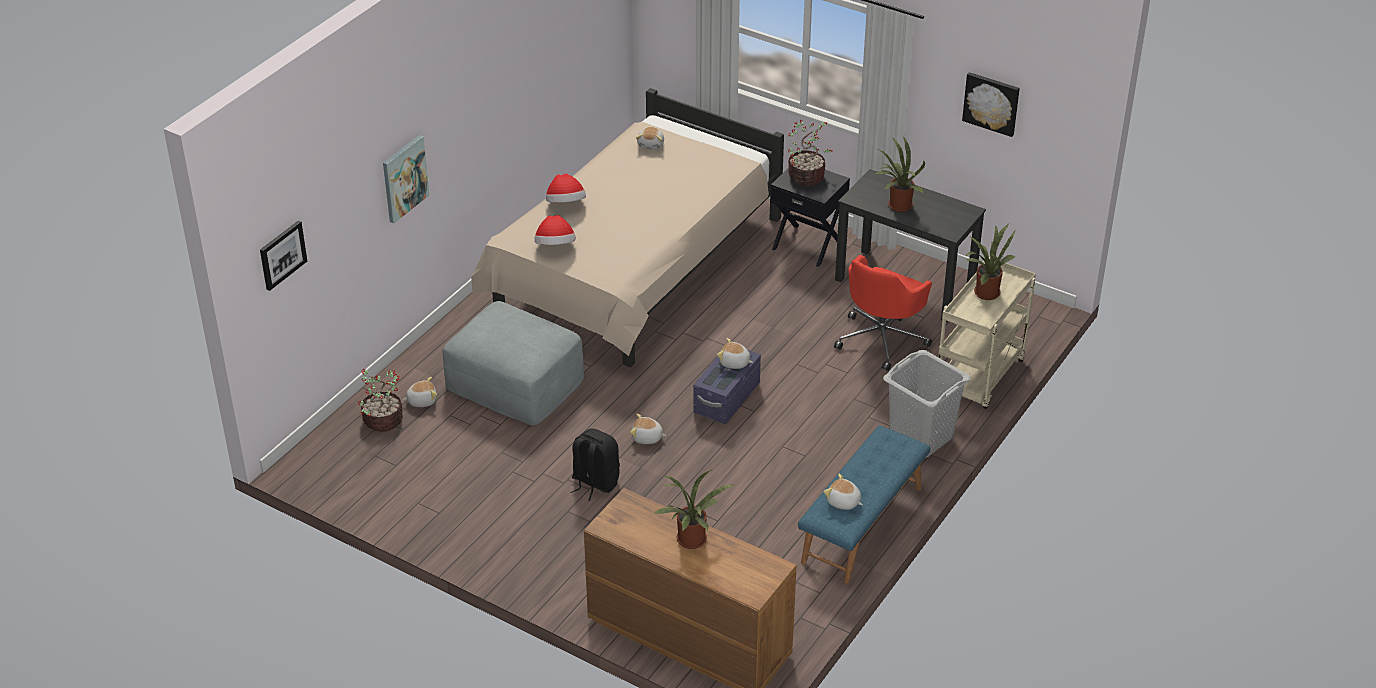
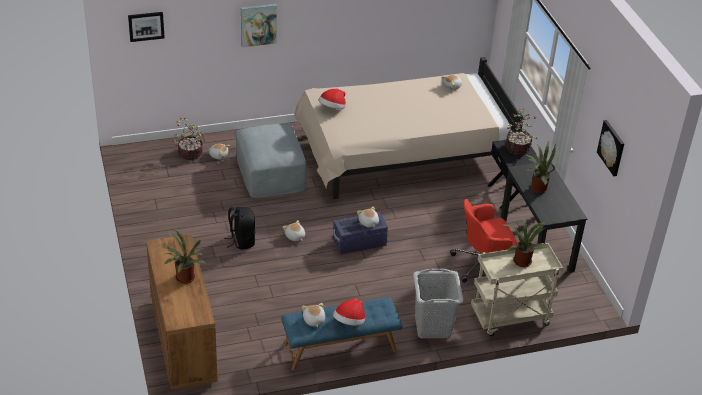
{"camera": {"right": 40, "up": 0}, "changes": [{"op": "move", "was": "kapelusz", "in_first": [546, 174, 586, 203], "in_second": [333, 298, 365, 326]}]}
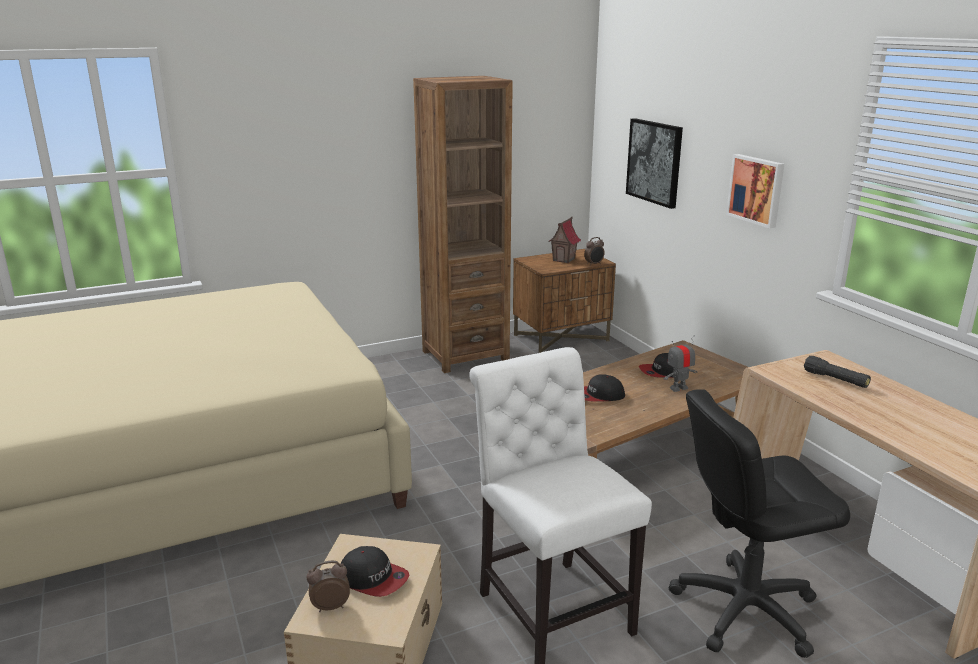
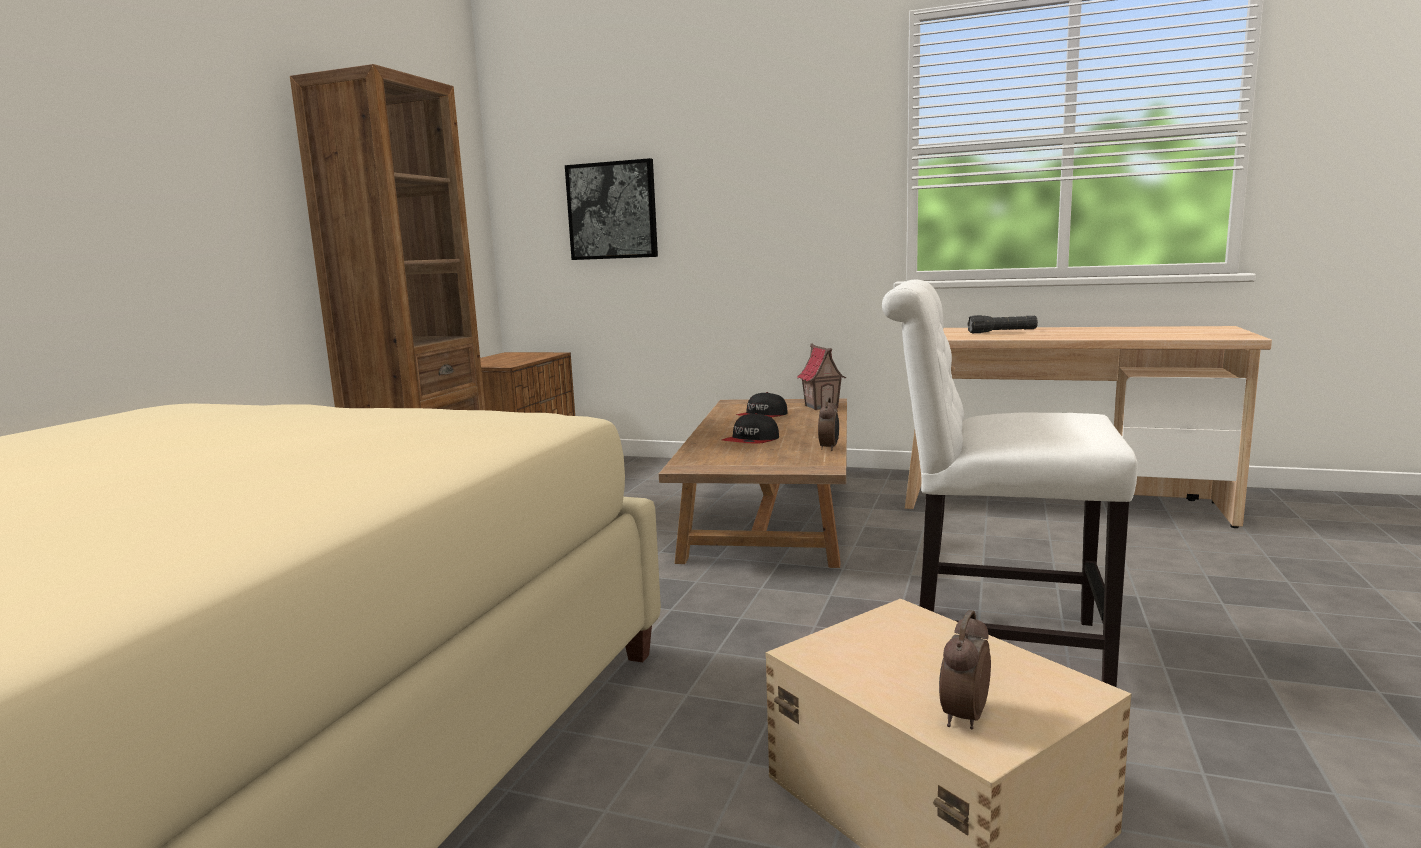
{"camera": {"right": -45, "up": -10}, "changes": [{"op": "delete", "was": "obraz", "in_first": [726, 154, 784, 228]}, {"op": "move", "was": "domek", "in_first": [548, 217, 581, 263], "in_second": [797, 344, 846, 410]}, {"op": "move", "was": "budzik", "in_first": [584, 237, 604, 266], "in_second": [818, 397, 839, 451]}, {"op": "delete", "was": "robot zabawkowy", "in_first": [664, 335, 697, 392]}, {"op": "delete", "was": "krzesło biurowe (czarny)", "in_first": [669, 390, 850, 658]}, {"op": "delete", "was": "czapka z daszkiem", "in_first": [341, 546, 410, 597]}]}
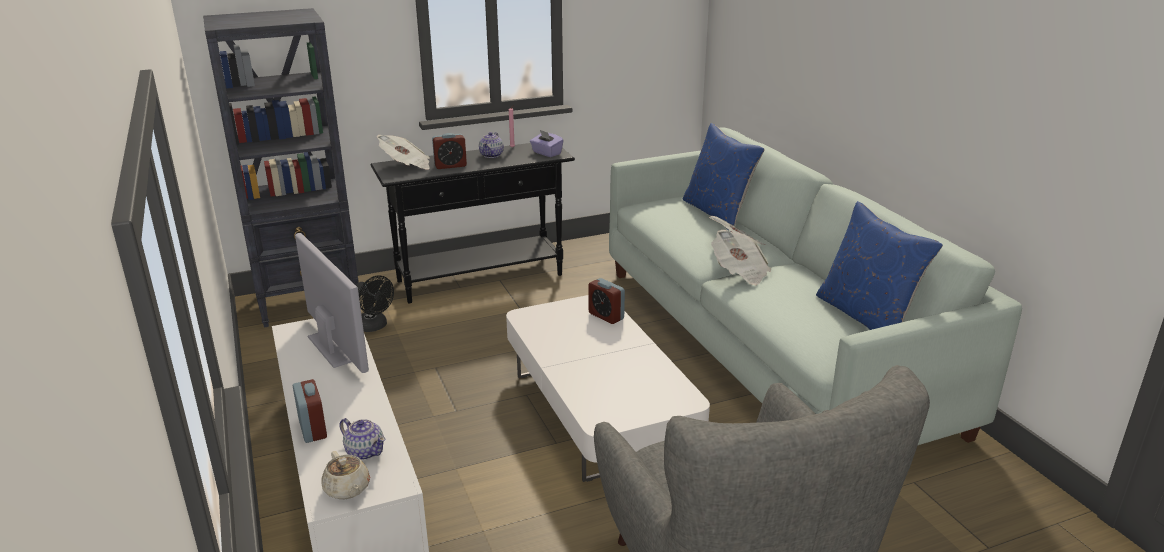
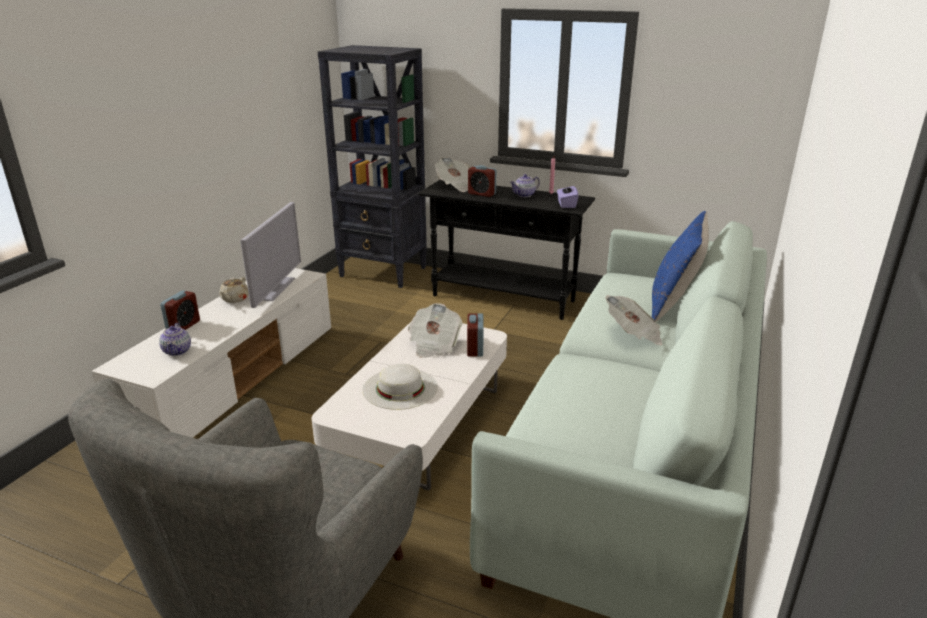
{"camera": {"right": 45, "up": 0}, "changes": [{"op": "delete", "was": "poduszka (niebieski)", "in_first": [816, 201, 943, 330]}, {"op": "move", "was": "gazeta", "in_first": [711, 230, 772, 285], "in_second": [408, 303, 463, 358]}, {"op": "delete", "was": "wentylator (czarny)", "in_first": [356, 275, 394, 332]}, {"op": "move", "was": "imbryk (beżowy)", "in_first": [321, 451, 370, 499], "in_second": [220, 277, 249, 303]}, {"op": "insert", "now": "kapelusz (biały)", "in_second": [363, 364, 438, 410]}]}
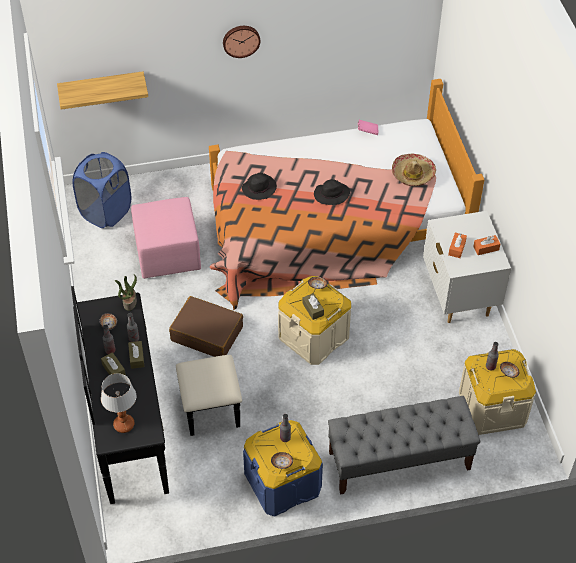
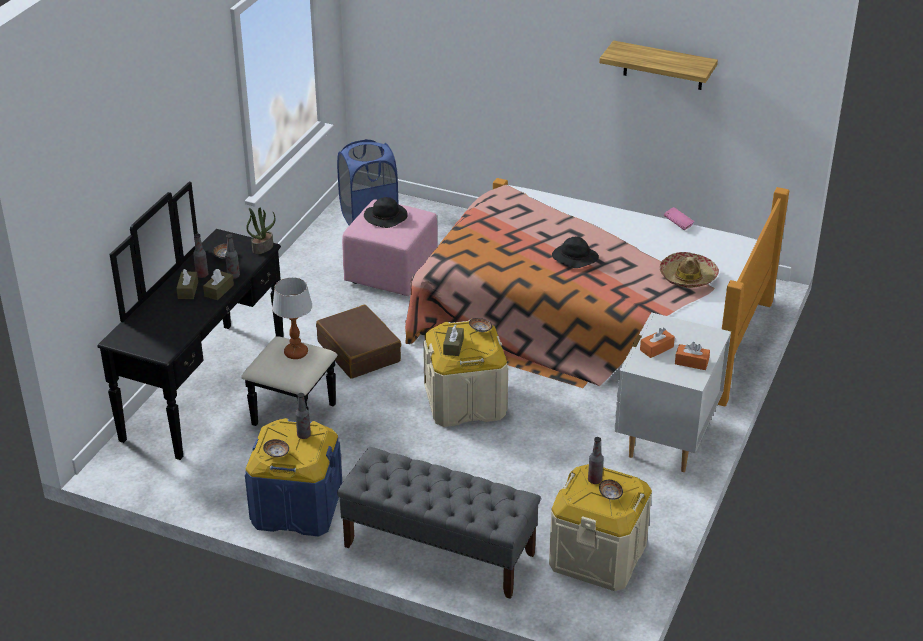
{"camera": {"right": 35, "up": -15}, "changes": [{"op": "delete", "was": "zegar ścienny", "in_first": [223, 26, 261, 58]}, {"op": "move", "was": "półka", "in_first": [57, 71, 148, 110], "in_second": [599, 40, 718, 90]}, {"op": "move", "was": "kapelusz (czarny)", "in_first": [242, 173, 277, 200], "in_second": [364, 197, 408, 228]}, {"op": "move", "was": "lampa stołowa", "in_first": [101, 373, 136, 433], "in_second": [272, 277, 313, 359]}]}
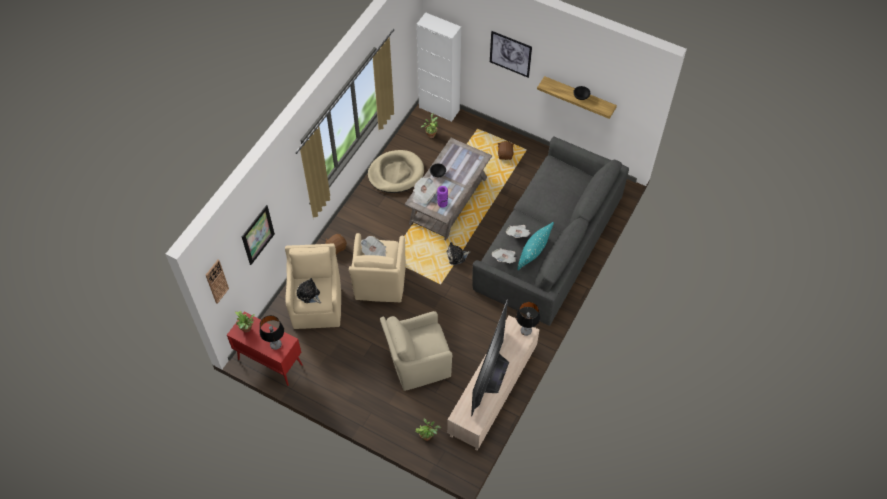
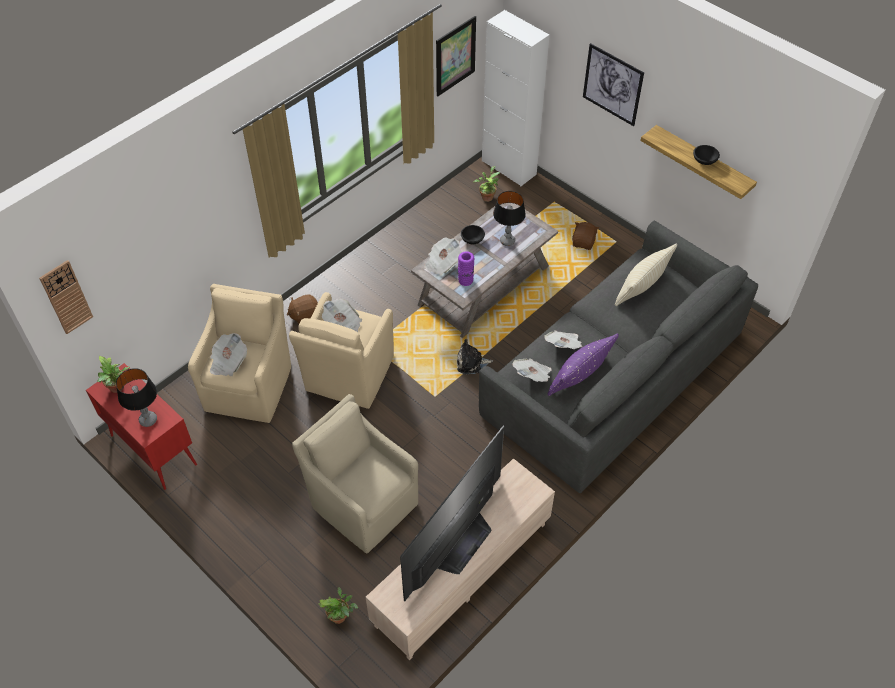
{"camera": {"right": 15, "up": -5}, "changes": [{"op": "delete", "was": "legowisko (beżowy)", "in_first": [368, 150, 424, 193]}, {"op": "move", "was": "obraz", "in_first": [242, 205, 275, 265], "in_second": [436, 16, 476, 96]}, {"op": "recolor", "was": "poduszka (turkusowy)", "now": "poduszka (fioletowy)", "in_first": [517, 222, 554, 270], "in_second": [547, 334, 619, 396]}, {"op": "replace", "was": "pluszak", "now": "gazeta", "in_first": [296, 278, 321, 303], "in_second": [210, 333, 247, 377]}, {"op": "move", "was": "lampa stołowa", "in_first": [516, 302, 540, 336], "in_second": [493, 191, 526, 246]}, {"op": "rotate", "was": "fotel (beżowy)", "in_first": [380, 311, 452, 391], "in_second": [292, 394, 418, 553], "clockwise": 45}, {"op": "insert", "now": "poduszka (beżowy)", "in_second": [615, 244, 677, 306]}]}
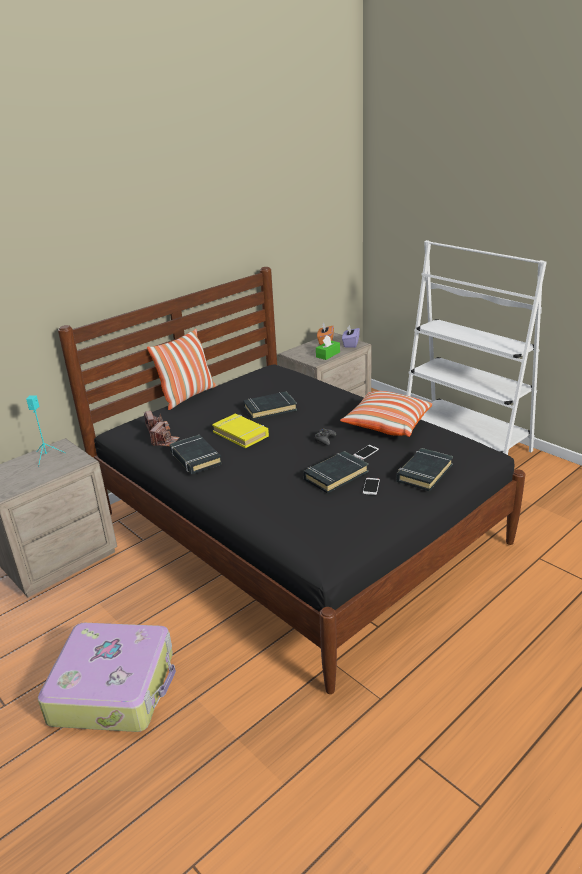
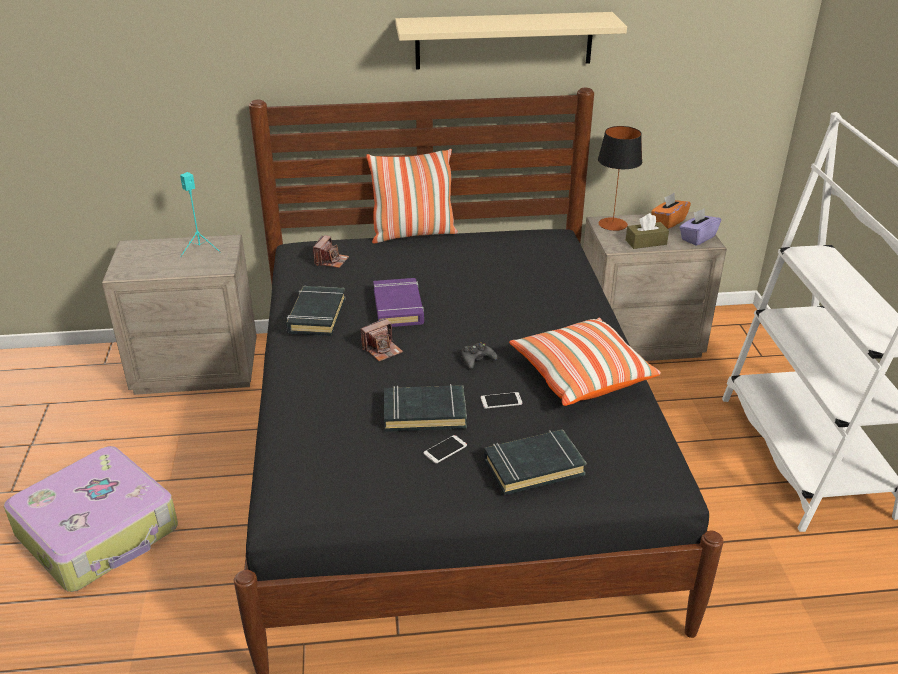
{"camera": {"right": 35, "up": 5}, "changes": [{"op": "recolor", "was": "pudełko chusteczek (zielony)", "now": "pudełko chusteczek (brązowy)", "in_first": [316, 335, 340, 360], "in_second": [626, 213, 669, 249]}, {"op": "delete", "was": "książka (czarny)", "in_first": [243, 391, 297, 420]}, {"op": "recolor", "was": "książka (żółty)", "now": "książka (fioletowy)", "in_first": [212, 414, 269, 448], "in_second": [373, 278, 424, 327]}, {"op": "move", "was": "aparat fotograficzny", "in_first": [149, 422, 180, 447], "in_second": [361, 318, 403, 361]}, {"op": "insert", "now": "półka (beżowy)", "in_second": [395, 12, 627, 69]}, {"op": "insert", "now": "lampa stołowa", "in_second": [598, 126, 642, 231]}]}
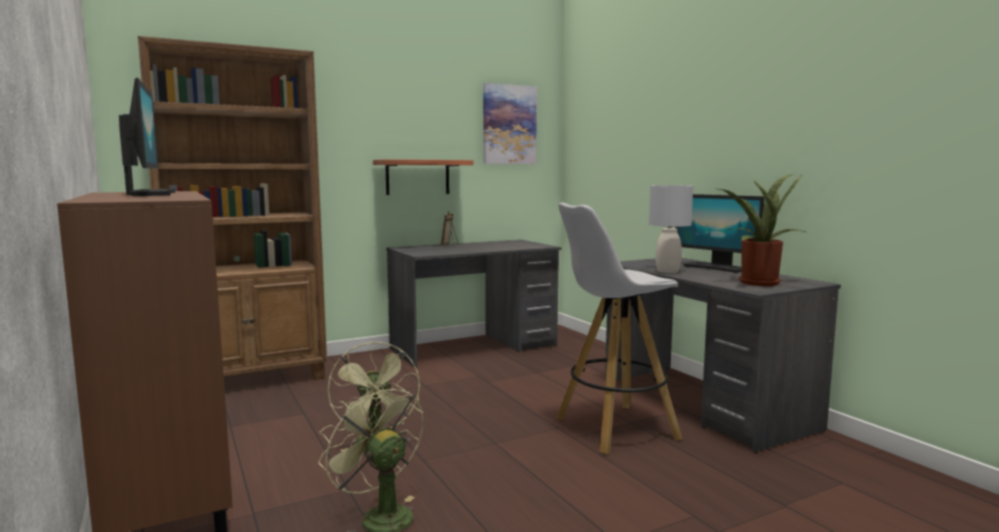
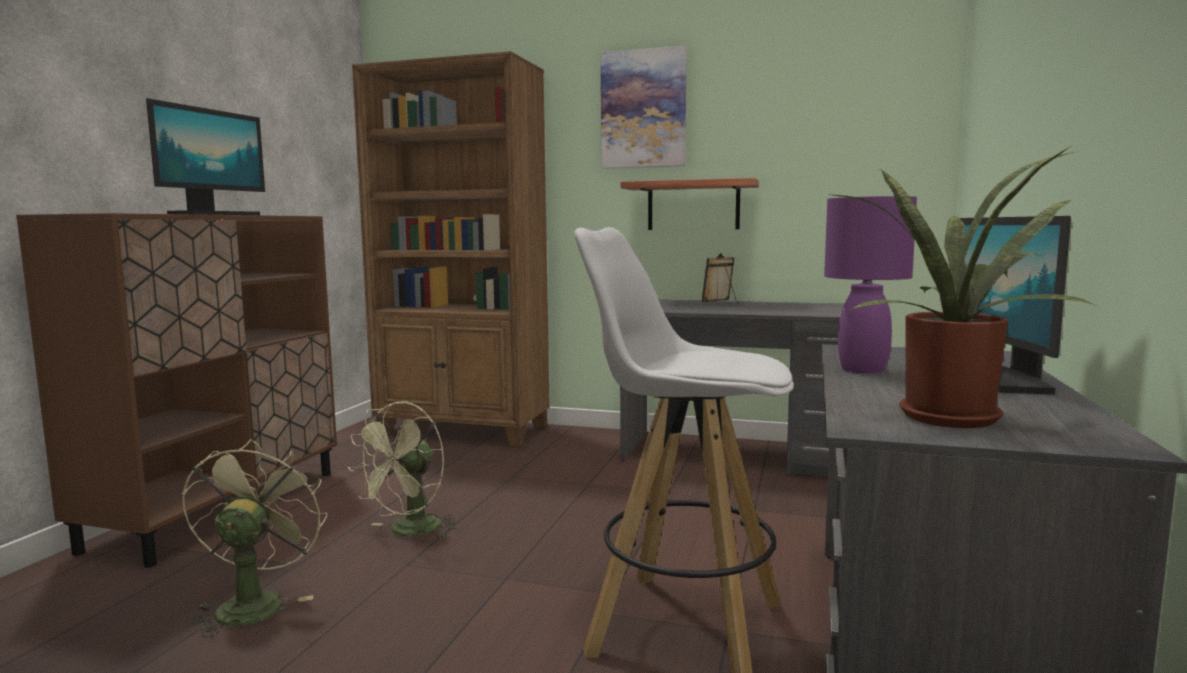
{"camera": {"right": 45, "up": 0}, "changes": [{"op": "move", "was": "obraz", "in_first": [483, 83, 537, 164], "in_second": [601, 45, 687, 169]}, {"op": "recolor", "was": "lampa stołowa (szary)", "now": "lampa stołowa (fioletowy)", "in_first": [649, 185, 693, 273], "in_second": [824, 196, 917, 374]}]}
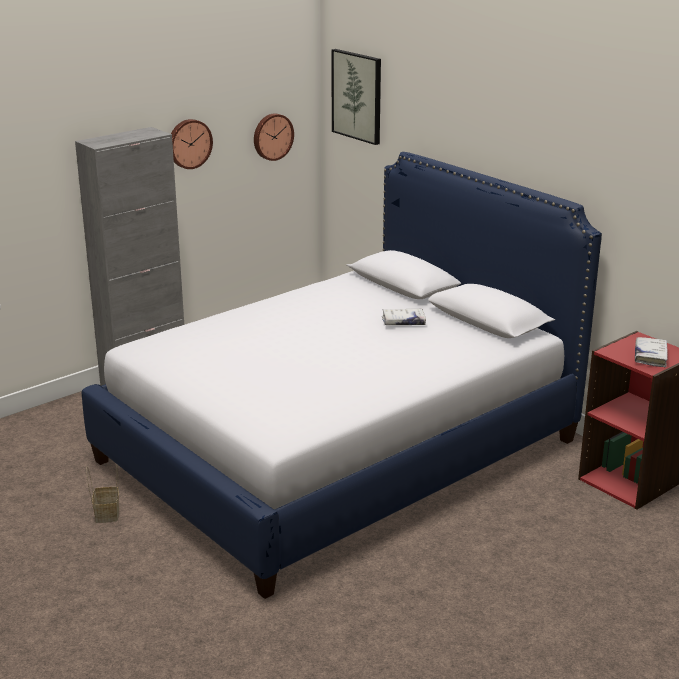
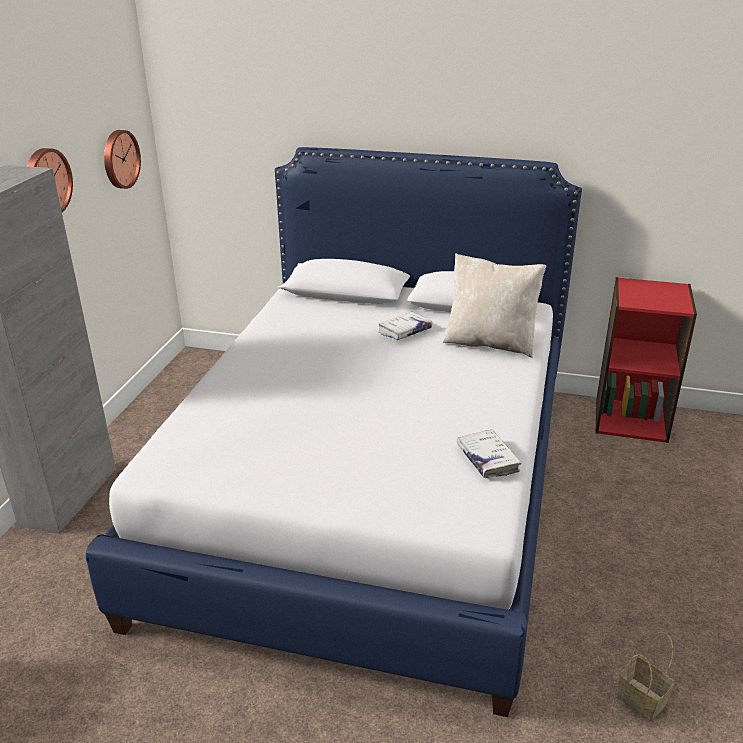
{"camera": {"right": -35, "up": 5}, "changes": [{"op": "delete", "was": "obraz", "in_first": [331, 49, 381, 145]}, {"op": "move", "was": "książka (biały)", "in_first": [635, 337, 668, 367], "in_second": [457, 429, 521, 478]}, {"op": "move", "was": "koszyk", "in_first": [86, 464, 119, 523], "in_second": [617, 632, 675, 720]}, {"op": "insert", "now": "poduszka (beżowy)", "in_second": [443, 254, 546, 358]}]}
